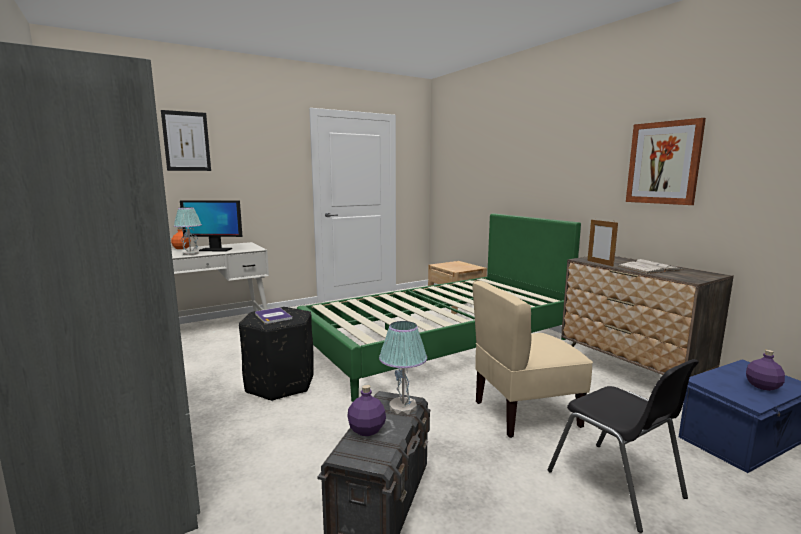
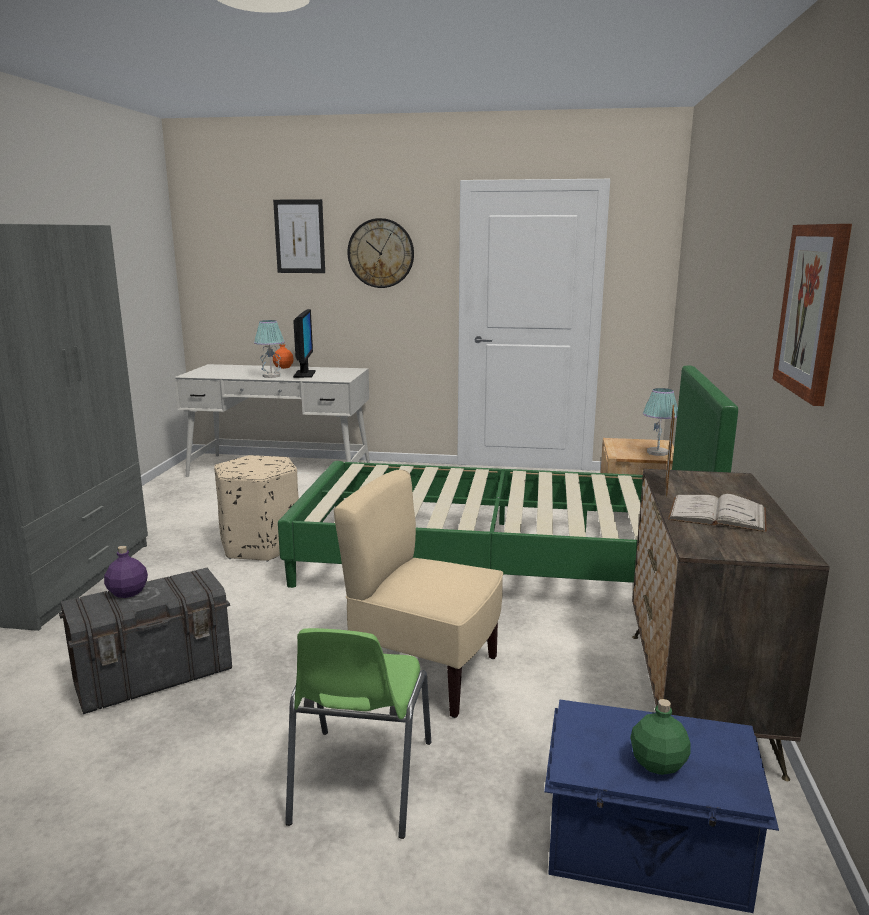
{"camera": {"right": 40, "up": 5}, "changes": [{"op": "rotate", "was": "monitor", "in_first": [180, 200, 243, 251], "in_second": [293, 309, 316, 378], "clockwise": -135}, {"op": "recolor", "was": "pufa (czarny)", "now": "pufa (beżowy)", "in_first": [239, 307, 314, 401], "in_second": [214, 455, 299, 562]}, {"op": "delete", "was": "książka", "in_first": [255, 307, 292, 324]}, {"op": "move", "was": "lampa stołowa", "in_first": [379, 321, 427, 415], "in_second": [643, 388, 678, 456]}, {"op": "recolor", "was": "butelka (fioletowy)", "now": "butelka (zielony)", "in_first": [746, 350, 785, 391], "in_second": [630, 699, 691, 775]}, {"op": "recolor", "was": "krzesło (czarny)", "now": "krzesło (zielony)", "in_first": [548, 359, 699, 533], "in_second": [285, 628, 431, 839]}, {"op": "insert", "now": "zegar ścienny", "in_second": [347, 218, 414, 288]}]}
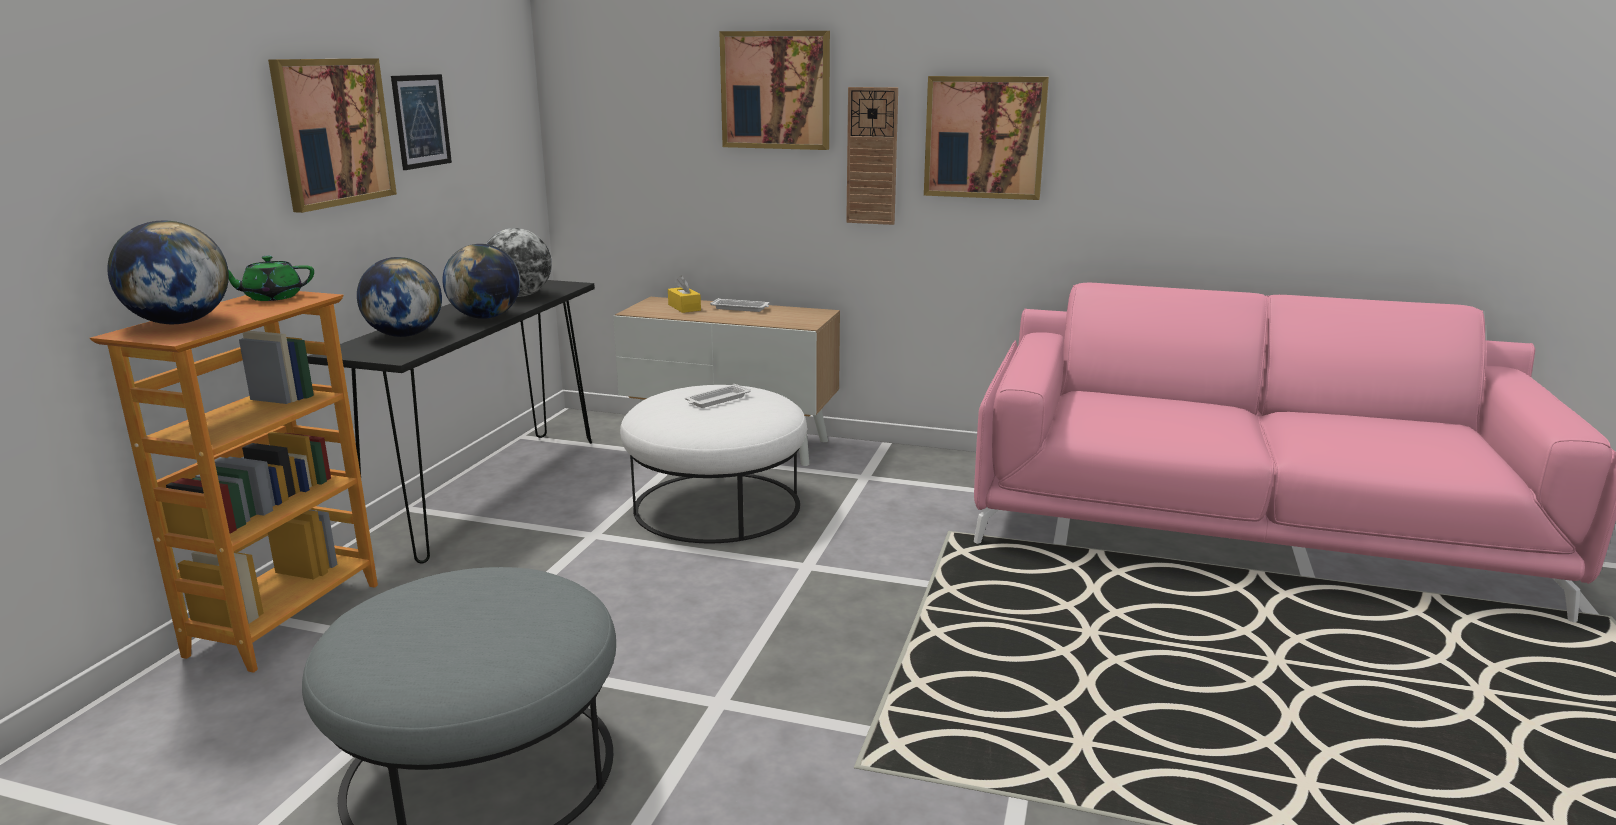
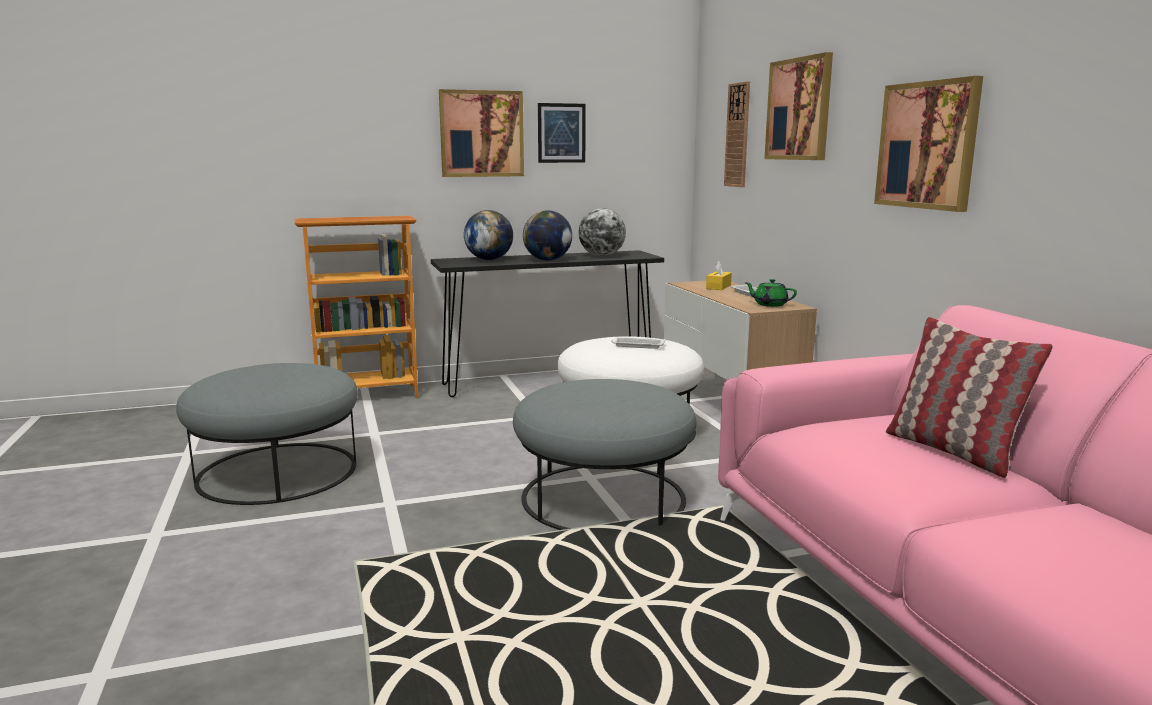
{"camera": {"right": 55, "up": -5}, "changes": [{"op": "move", "was": "zegar ścienny", "in_first": [846, 87, 898, 225], "in_second": [724, 81, 750, 187]}, {"op": "delete", "was": "globus", "in_first": [107, 221, 229, 324]}, {"op": "move", "was": "imbryk (zielony)", "in_first": [228, 256, 314, 301], "in_second": [744, 279, 797, 307]}, {"op": "insert", "now": "poduszka", "in_second": [886, 317, 1053, 478]}, {"op": "insert", "now": "pufa (szary)", "in_second": [513, 379, 696, 530]}]}
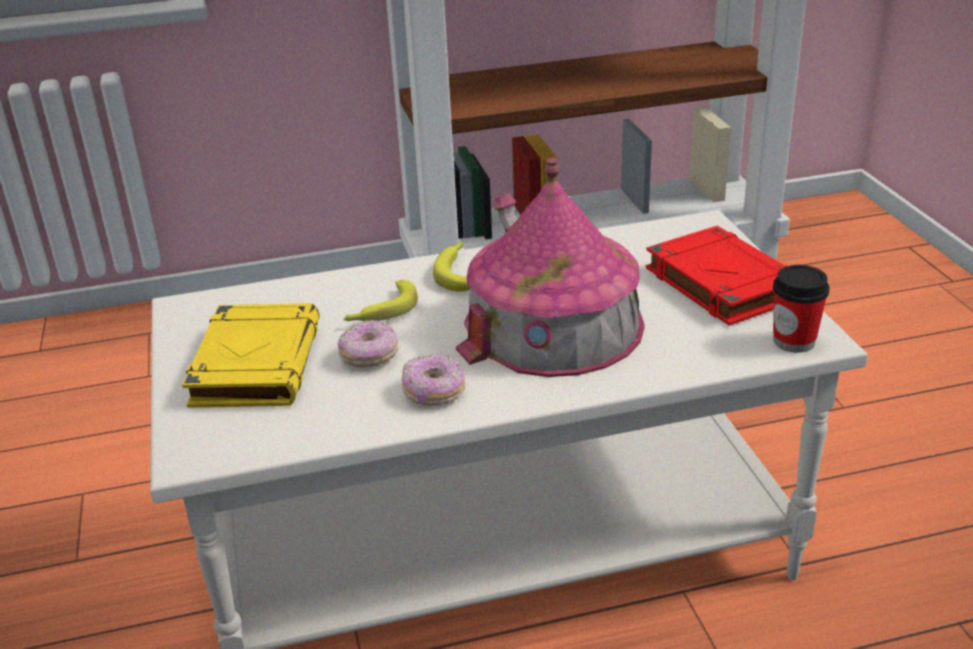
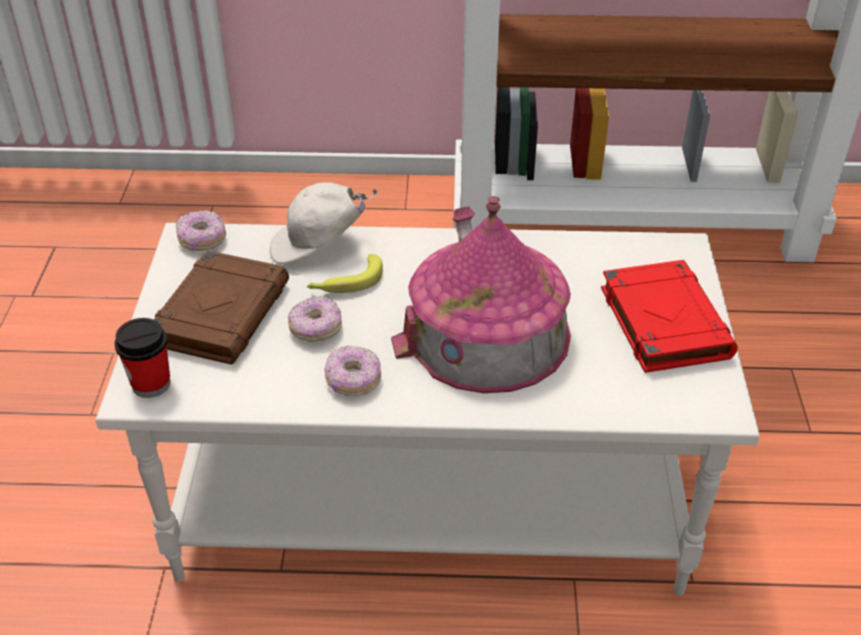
{"camera": {"right": 15, "up": 10}, "changes": [{"op": "delete", "was": "banan", "in_first": [433, 241, 471, 292]}, {"op": "move", "was": "filiżanka", "in_first": [773, 265, 830, 353], "in_second": [114, 318, 171, 398]}, {"op": "recolor", "was": "książka (żółty)", "now": "książka (brązowy)", "in_first": [182, 303, 319, 408], "in_second": [153, 250, 289, 365]}, {"op": "insert", "now": "czapka z daszkiem (biały)", "in_second": [270, 182, 378, 264]}, {"op": "insert", "now": "donut", "in_second": [176, 210, 226, 251]}]}
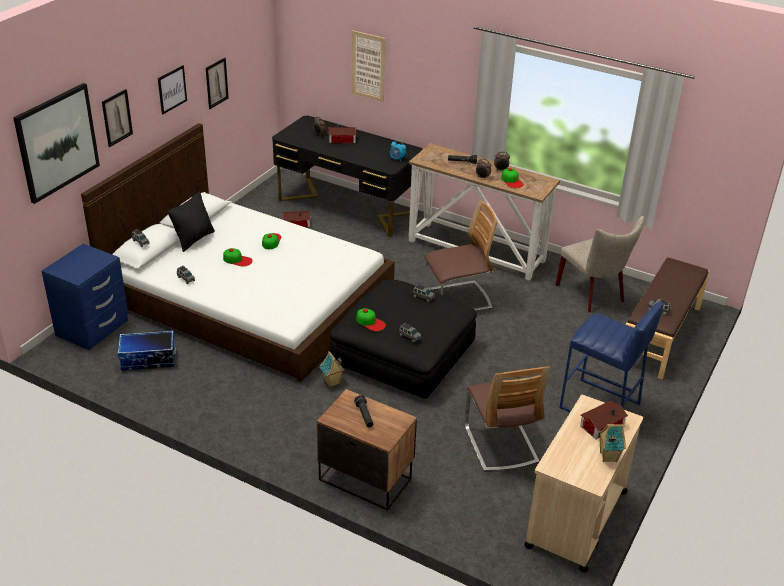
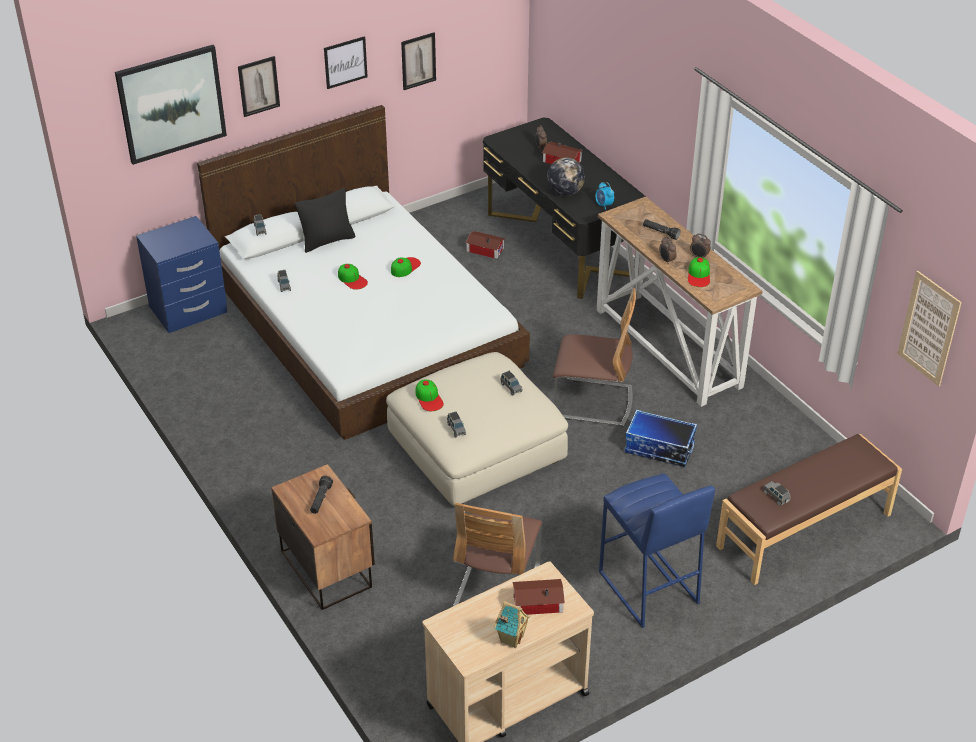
{"camera": {"right": 30, "up": 5}, "changes": [{"op": "move", "was": "obraz", "in_first": [352, 30, 385, 102], "in_second": [897, 271, 962, 386]}, {"op": "delete", "was": "krzesło (beżowy)", "in_first": [555, 216, 644, 313]}, {"op": "recolor", "was": "pufa (czarny)", "now": "pufa (beżowy)", "in_first": [330, 279, 477, 399], "in_second": [386, 352, 568, 506]}, {"op": "move", "was": "pojemnik do przechowywania", "in_first": [118, 330, 176, 371], "in_second": [625, 410, 697, 467]}, {"op": "delete", "was": "domek", "in_first": [320, 351, 345, 387]}, {"op": "insert", "now": "globus", "in_second": [547, 158, 585, 196]}]}
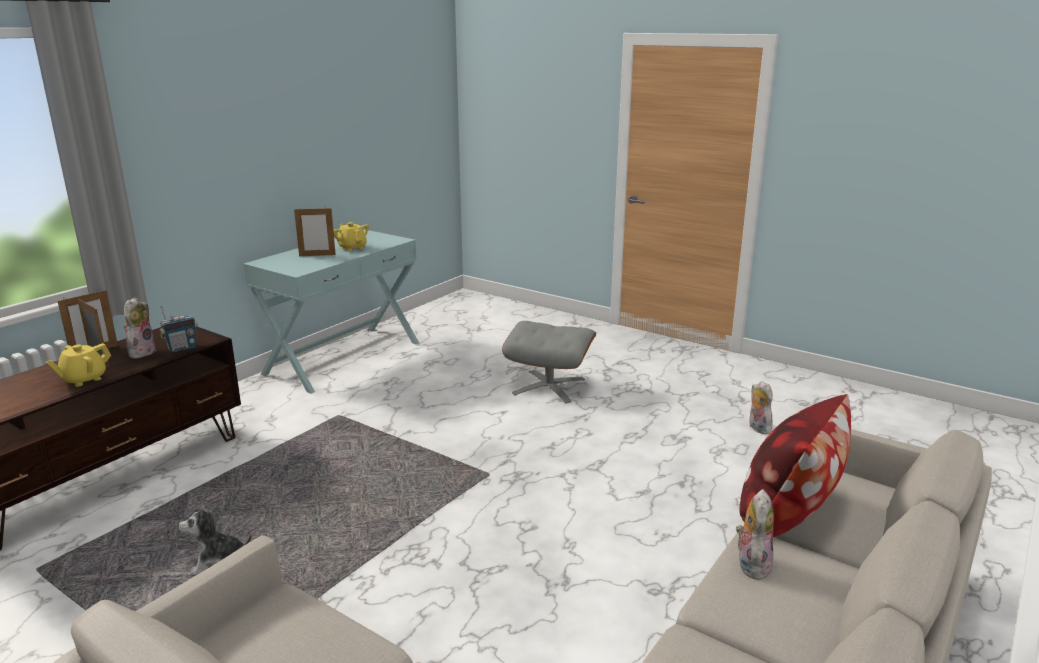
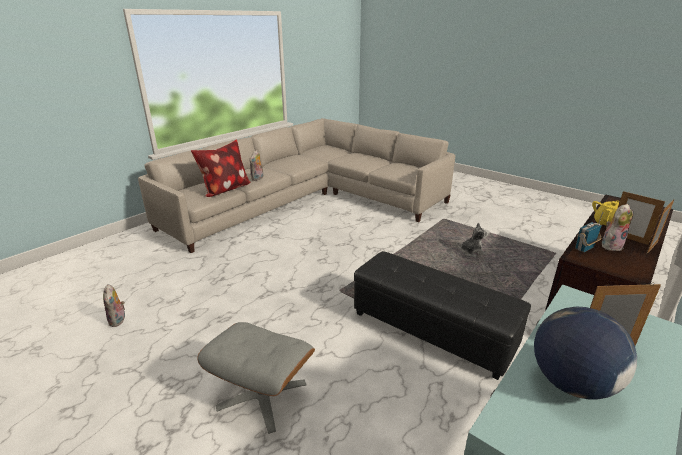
{"camera": {"right": -175, "up": 5}, "changes": [{"op": "replace", "was": "imbryk (żółty)", "now": "globus", "in_first": [333, 222, 369, 252], "in_second": [534, 307, 637, 399]}, {"op": "rotate", "was": "pluszak", "in_first": [124, 297, 156, 359], "in_second": [602, 204, 634, 251], "clockwise": -135}, {"op": "insert", "now": "pufa (czarny)", "in_second": [354, 251, 531, 380]}]}
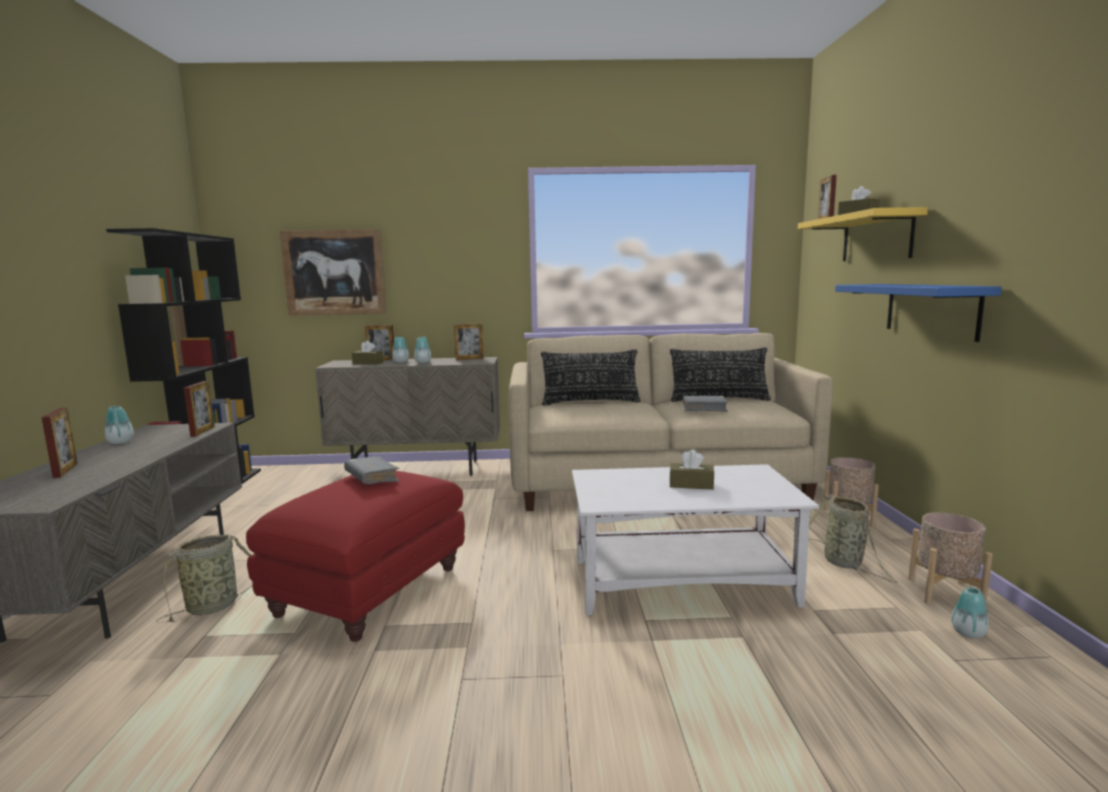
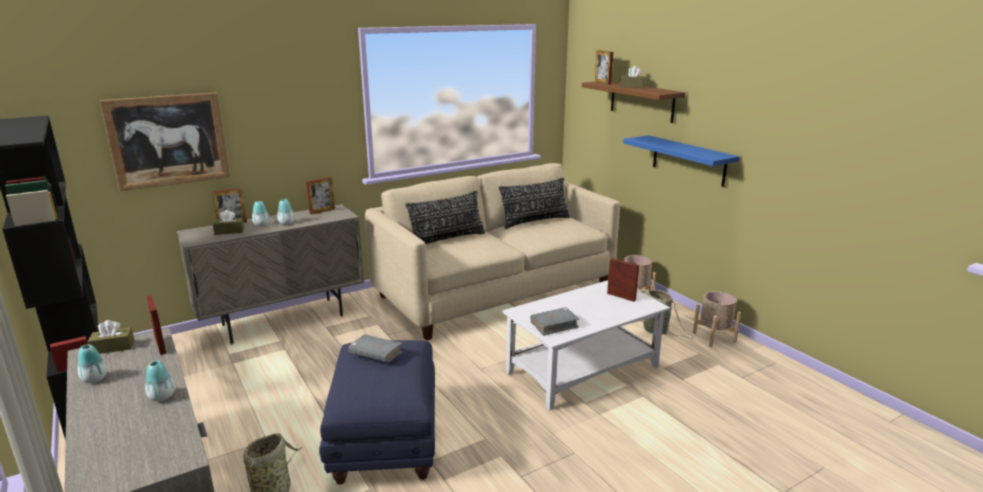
{"camera": {"right": -30, "up": 10}, "changes": [{"op": "recolor", "was": "półka (żółty)", "now": "półka (brązowy)", "in_first": [798, 207, 928, 261], "in_second": [582, 81, 685, 123]}, {"op": "move", "was": "książka (szary)", "in_first": [682, 396, 728, 412], "in_second": [531, 307, 579, 336]}, {"op": "move", "was": "ramka na zdjęcie", "in_first": [41, 407, 78, 478], "in_second": [607, 258, 639, 302]}, {"op": "move", "was": "pudełko chusteczek (brązowy)", "in_first": [669, 449, 714, 490], "in_second": [88, 320, 135, 354]}, {"op": "recolor", "was": "pufa (czerwony)", "now": "pufa (niebieski)", "in_first": [246, 470, 465, 642], "in_second": [319, 340, 435, 485]}, {"op": "move", "was": "wazon", "in_first": [951, 587, 989, 639], "in_second": [145, 360, 175, 401]}]}
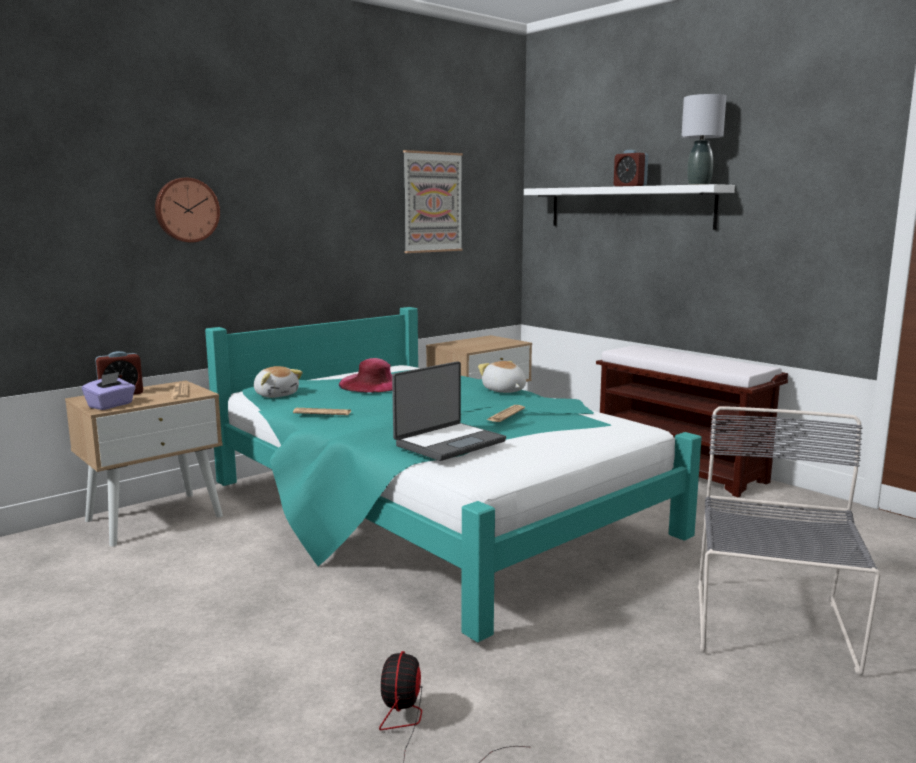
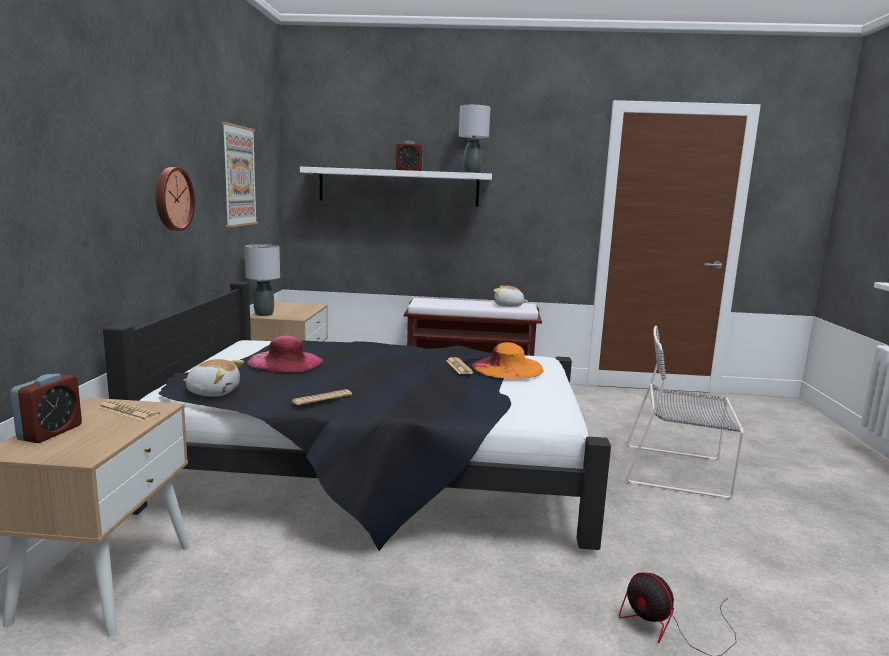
{"camera": {"right": -45, "up": 0}, "changes": [{"op": "move", "was": "zegar ścienny", "in_first": [155, 178, 220, 243], "in_second": [156, 167, 195, 231]}, {"op": "recolor", "was": "łóżko (turkusowy)", "now": "łóżko (czarny)", "in_first": [205, 307, 702, 643], "in_second": [103, 282, 611, 551]}, {"op": "delete", "was": "laptop", "in_first": [392, 361, 506, 461]}, {"op": "move", "was": "pluszak", "in_first": [478, 361, 526, 393], "in_second": [493, 285, 528, 307]}, {"op": "delete", "was": "pudełko chusteczek (fioletowy)", "in_first": [82, 372, 136, 410]}, {"op": "rotate", "was": "krzesło (szary)", "in_first": [698, 406, 881, 675], "in_second": [626, 326, 744, 499], "clockwise": -45}, {"op": "insert", "now": "lampa stołowa (szary)", "in_second": [245, 244, 280, 316]}, {"op": "insert", "now": "kapelusz (pomarańczowy)", "in_second": [472, 342, 544, 379]}]}
